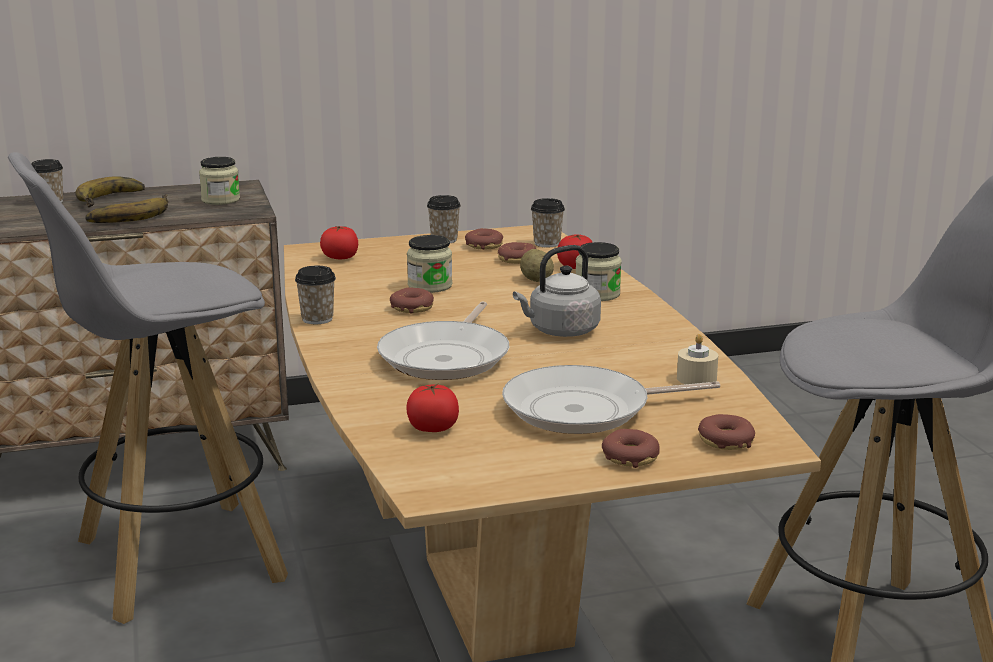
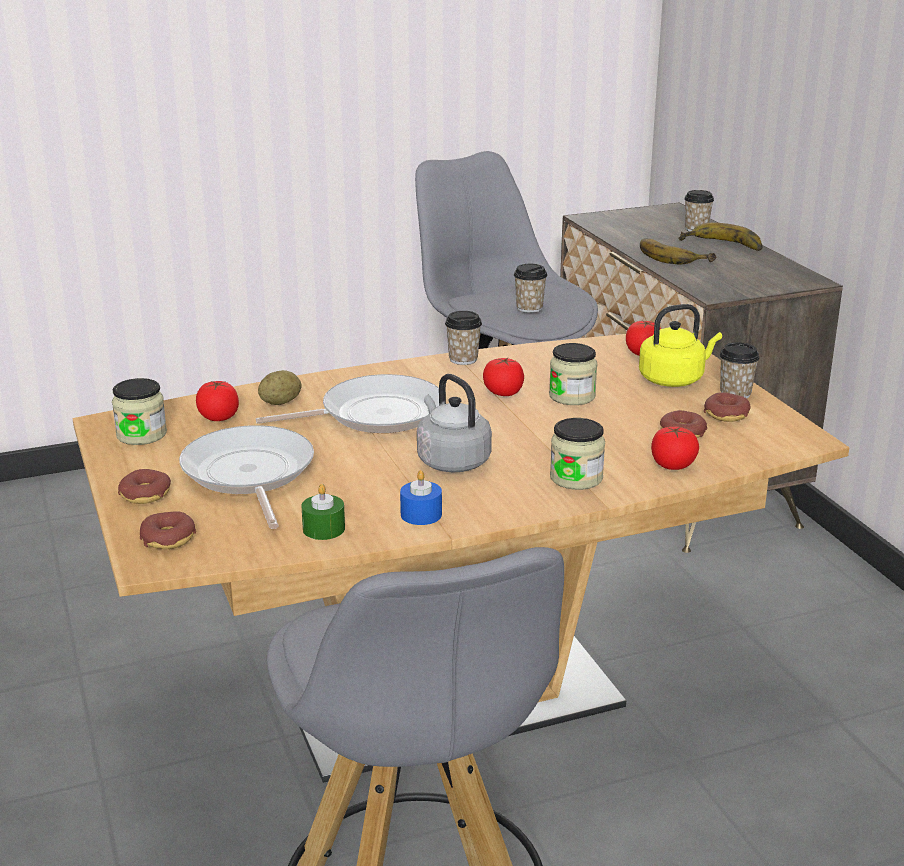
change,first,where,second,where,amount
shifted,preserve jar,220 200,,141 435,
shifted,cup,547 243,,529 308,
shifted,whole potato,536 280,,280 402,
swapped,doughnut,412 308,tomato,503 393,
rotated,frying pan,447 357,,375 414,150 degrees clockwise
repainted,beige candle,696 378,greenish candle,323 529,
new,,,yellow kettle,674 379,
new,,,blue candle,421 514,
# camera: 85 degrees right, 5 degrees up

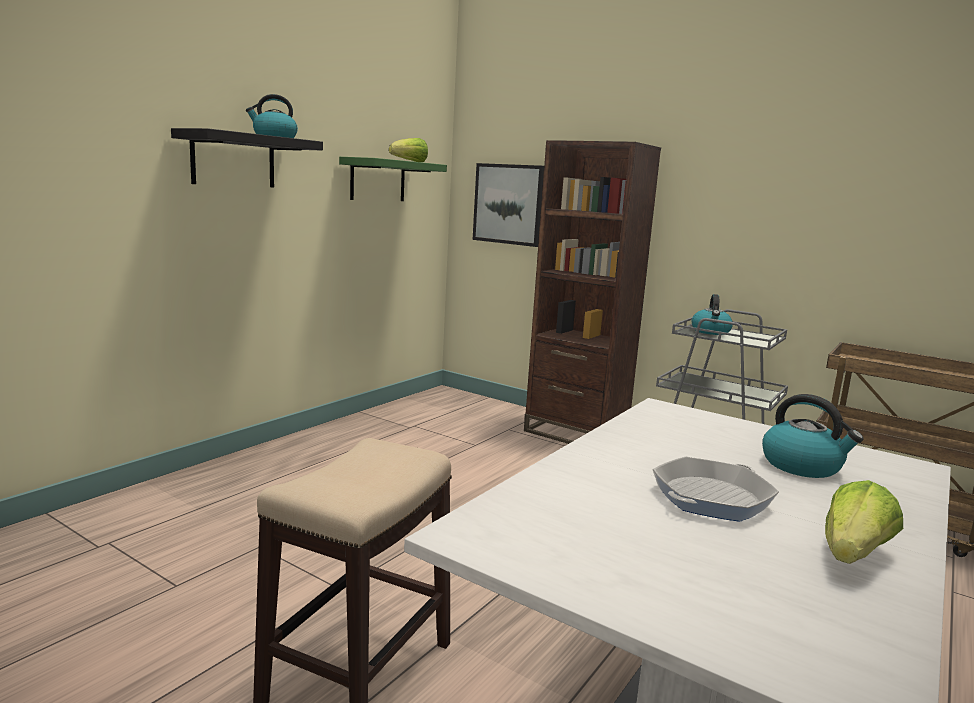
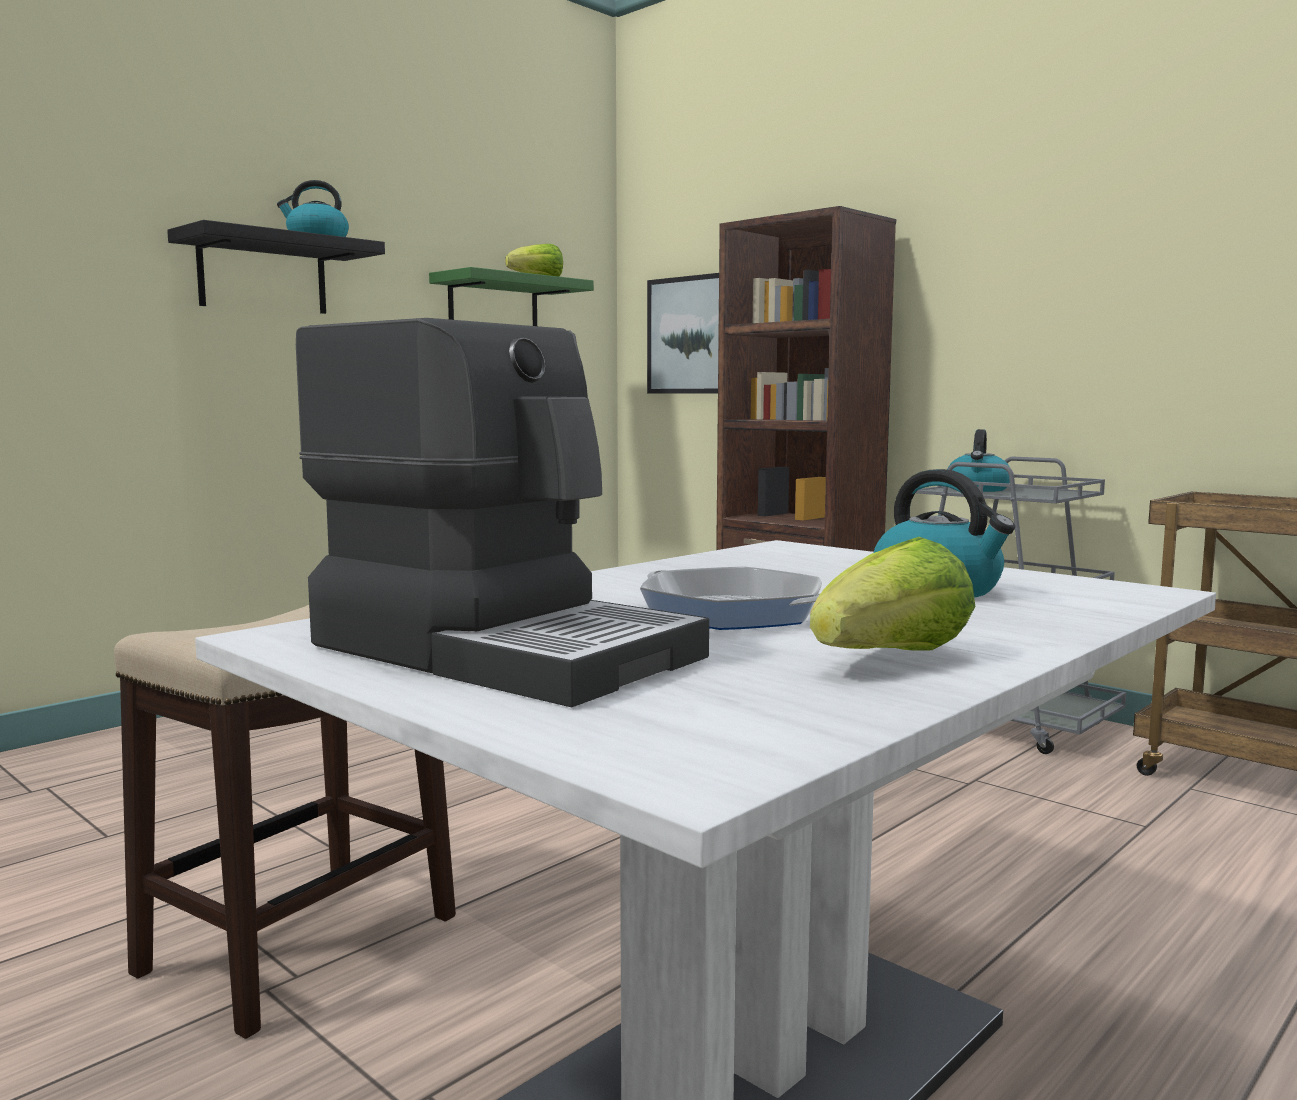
change,first,where,second,where,amount
rotated,frying pan,711 497,,732 612,105 degrees counterclockwise
new,,,coffee machine,505 650,
# camera: 10 degrees right, 5 degrees down

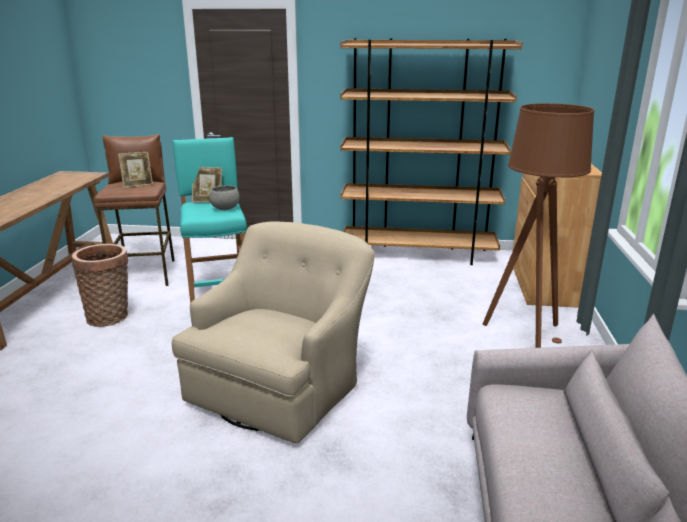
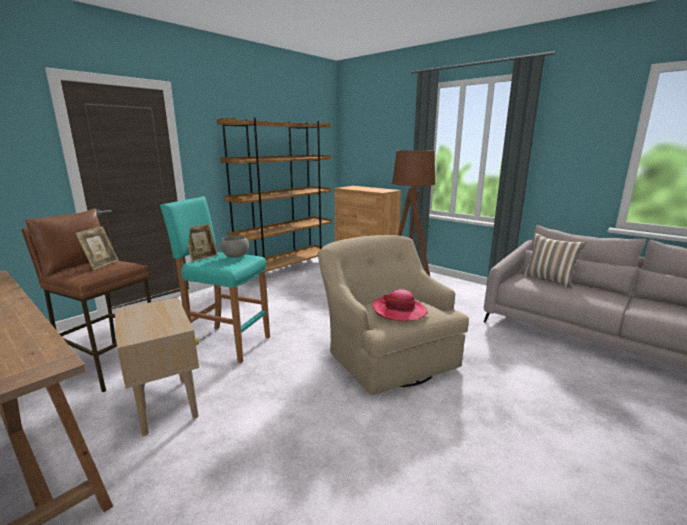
change,first,where,second,where,amount
swapped,storage basket,110 316,beige side table,166 404,
new,,,cushion,549 280,
new,,,wearable hat,399 311,
# camera: 55 degrees left, 5 degrees down

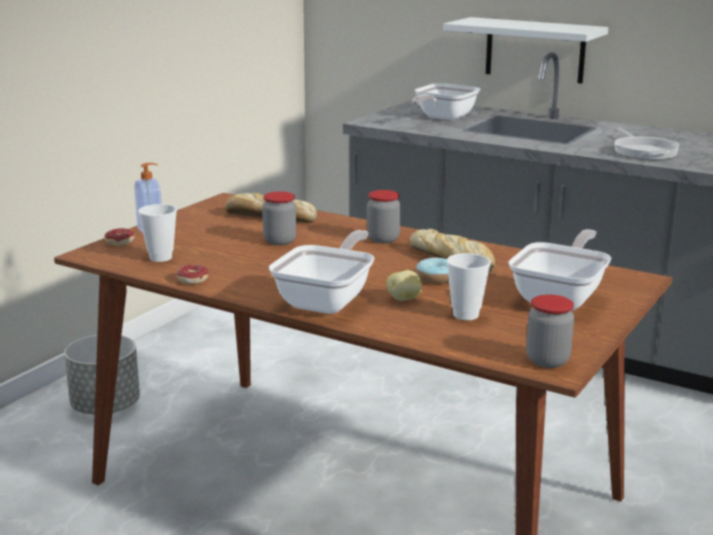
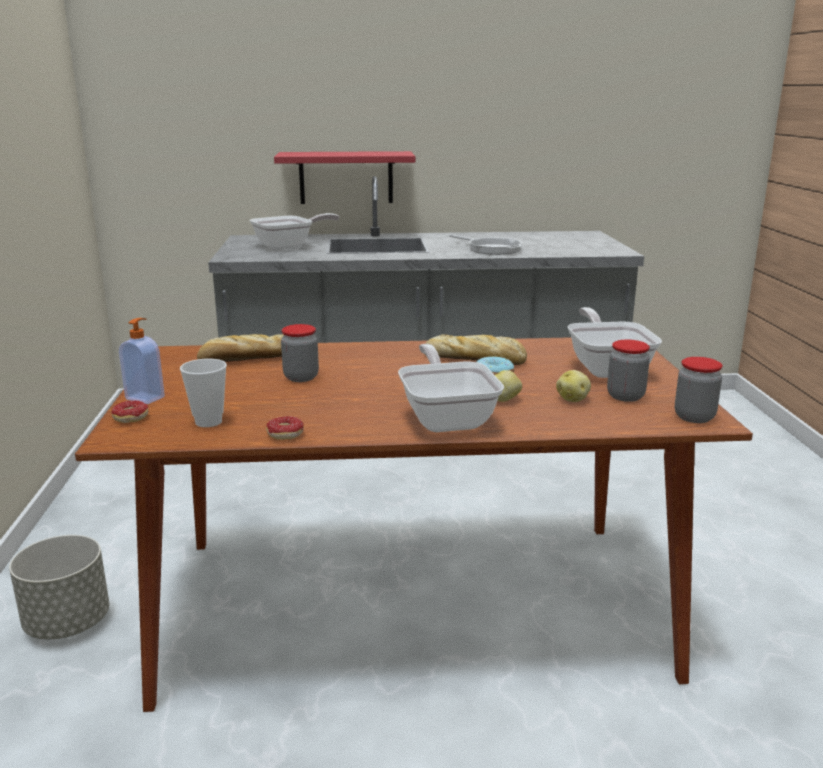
change,first,where,second,where,amount
repainted,white bracket shelf,535 50,red-coloured bracket shelf,346 177,
rotated,frying pan,442 118,,289 246,120 degrees counterclockwise
shifted,preserve jar,383 239,,625 396,
swapped,cup,465 315,whole potato,573 399,
# camera: 35 degrees left, 0 degrees up

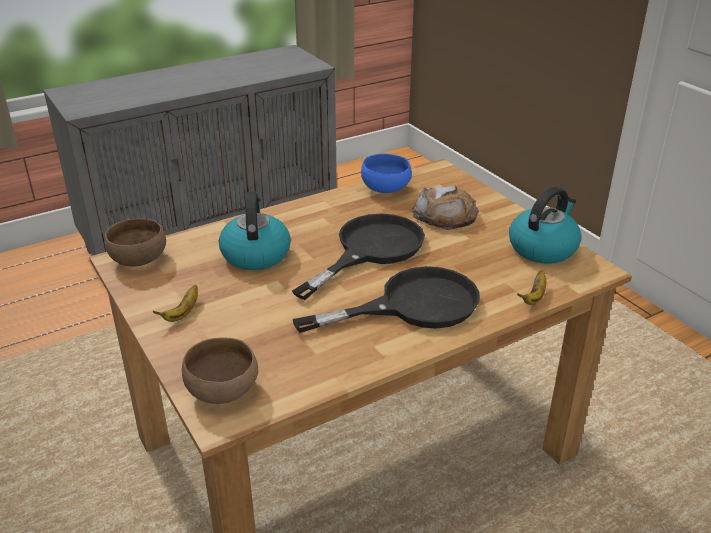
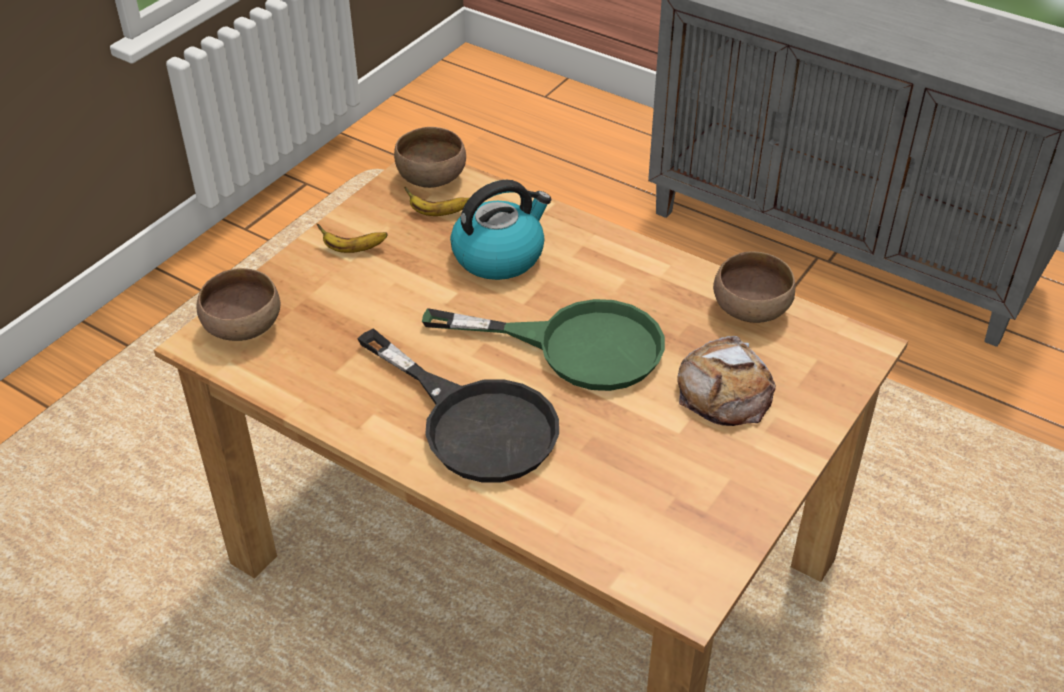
change,first,where,second,where,amount
repainted,blue deep dish,386 189,brown deep dish,752 311,
gone,kettle,543 248,,,
repainted,blackish frying pan,370 250,greenish frying pan,576 346,
shifted,banana fruit,534 297,,438 213,
# camera: 65 degrees right, 10 degrees up

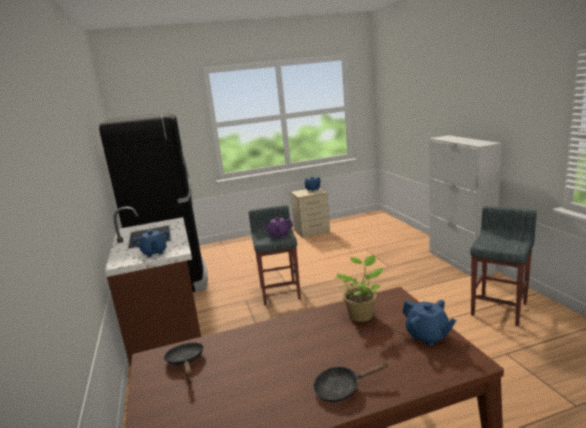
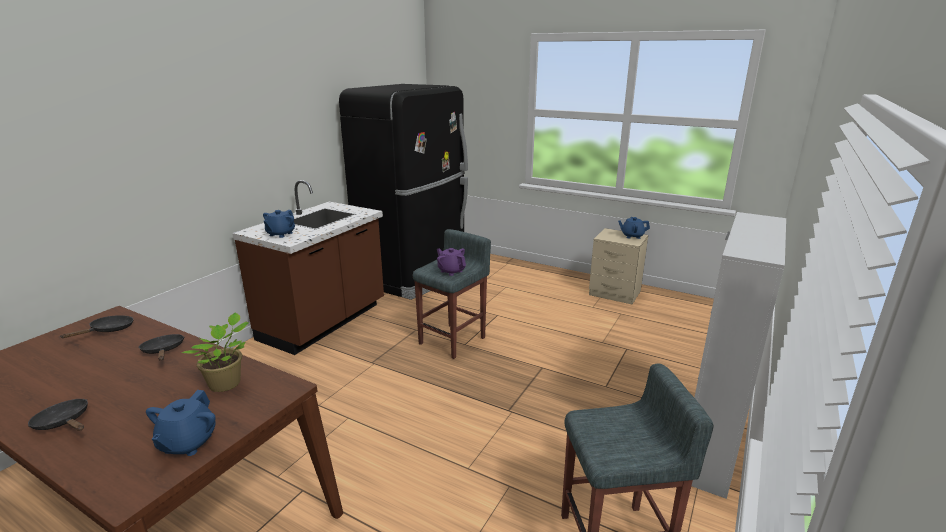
change,first,where,second,where,amount
new,,,blackish frying pan,163 351,
# camera: 45 degrees right, 5 degrees up

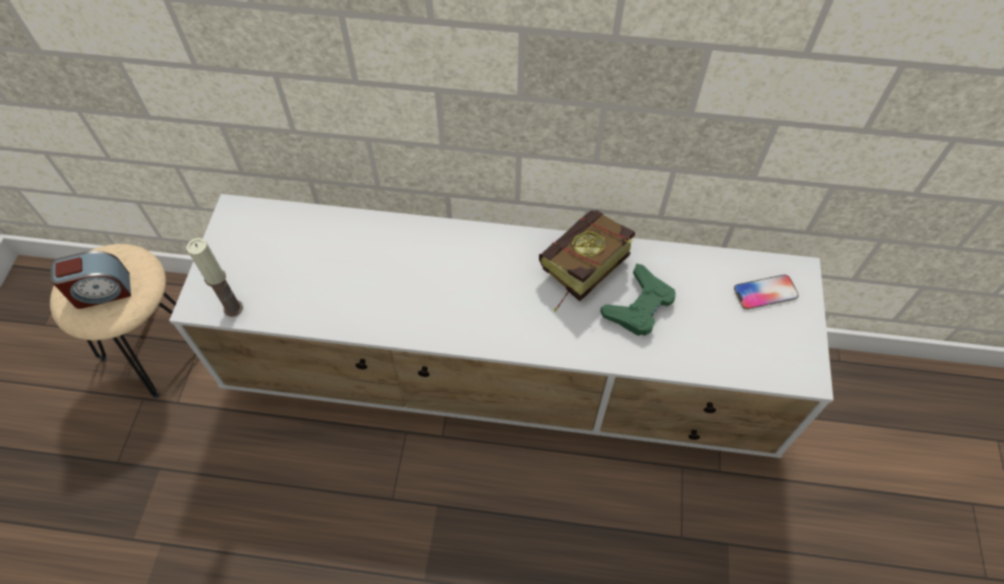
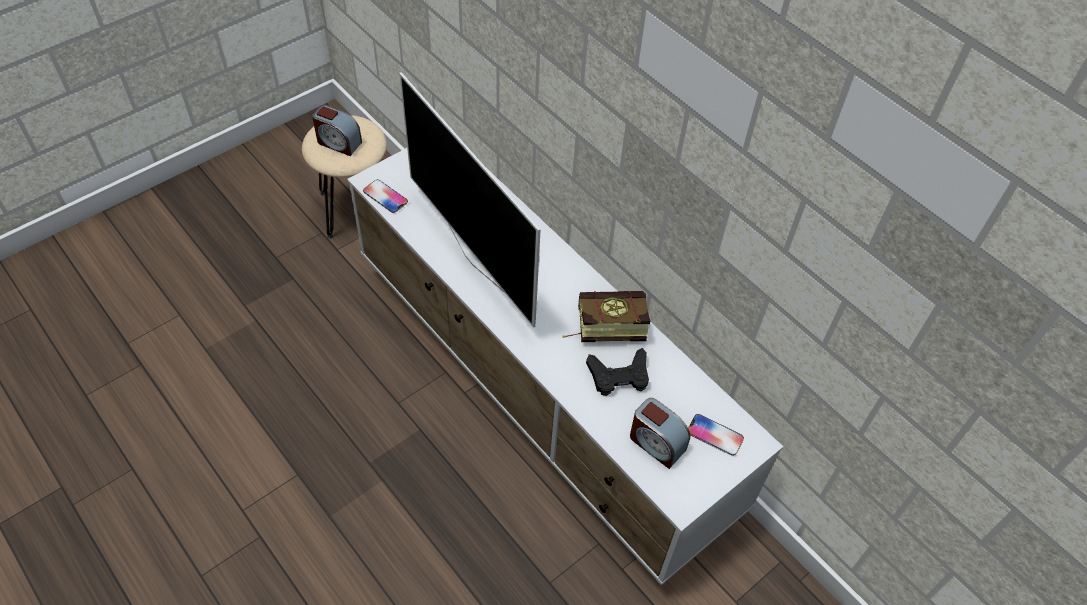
change,first,where,second,where,amount
swapped,candle,233 308,telephone,385 196,
repainted,greenish game controller,639 306,blackish game controller,619 376,
new,,,TV set,478 256,
new,,,table clock,656 443,
# camera: 40 degrees right, 5 degrees down

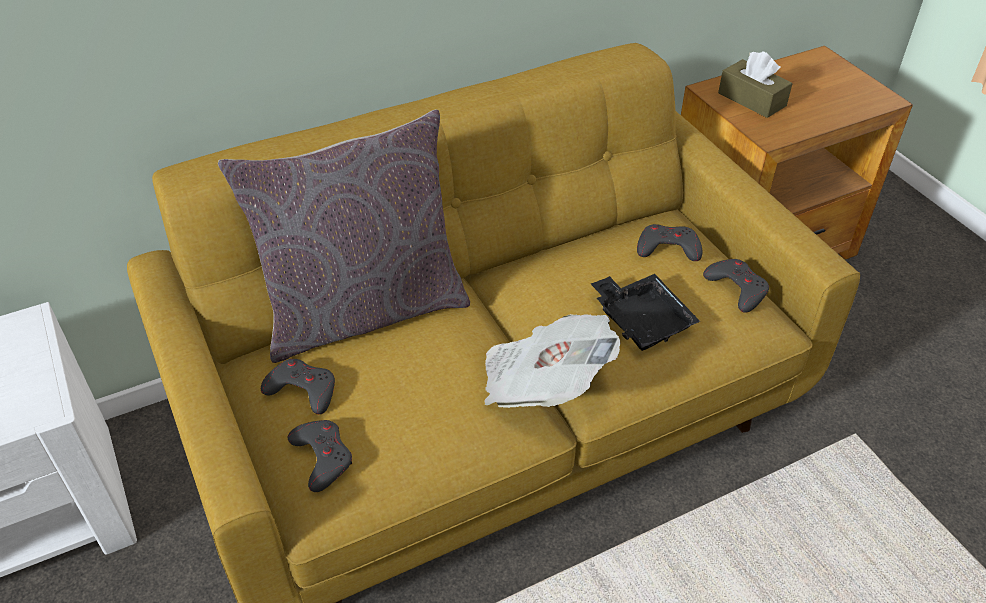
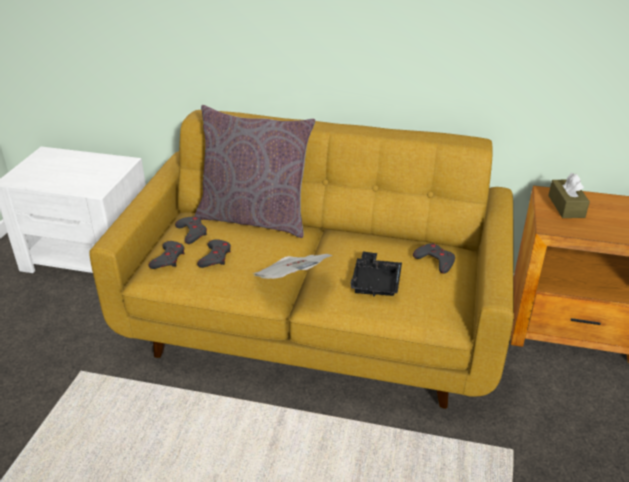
change,first,where,second,where,amount
shifted,gray game controller,737 288,,215 257,
# camera: 40 degrees right, 10 degrees down

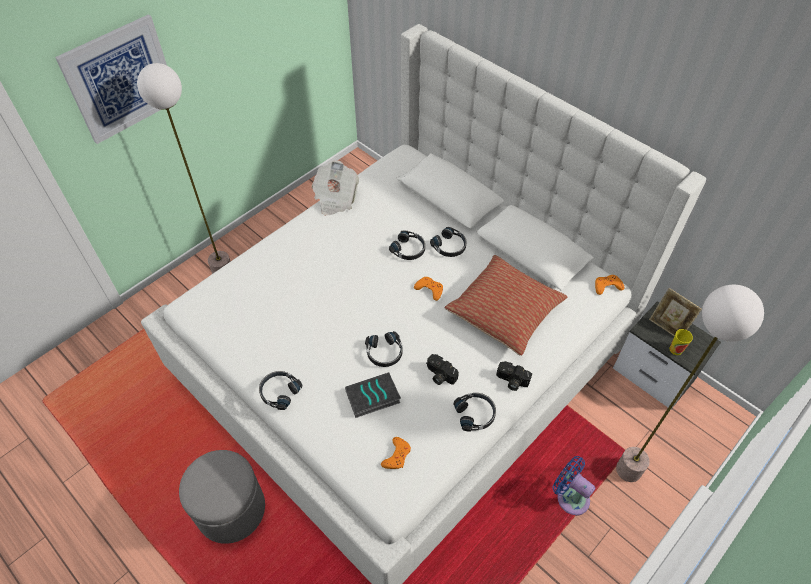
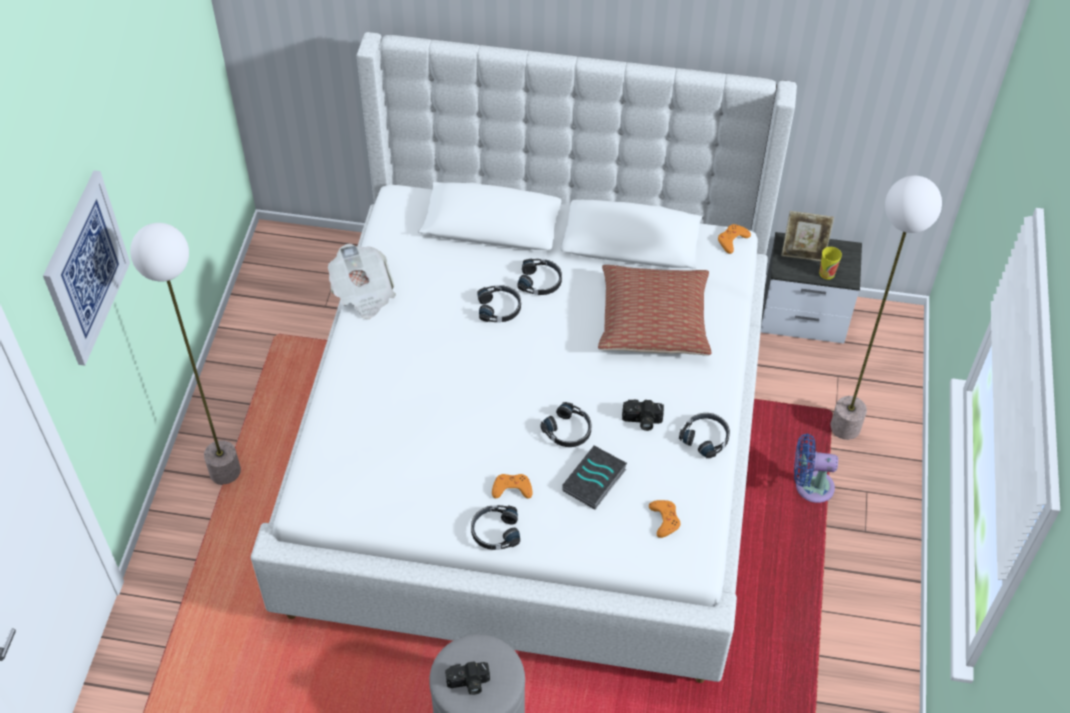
change,first,where,second,where,amount
shifted,orange game controller,429 289,,512 489,
shifted,still camera,511 381,,468 684,
# camera: 35 degrees left, 0 degrees up

